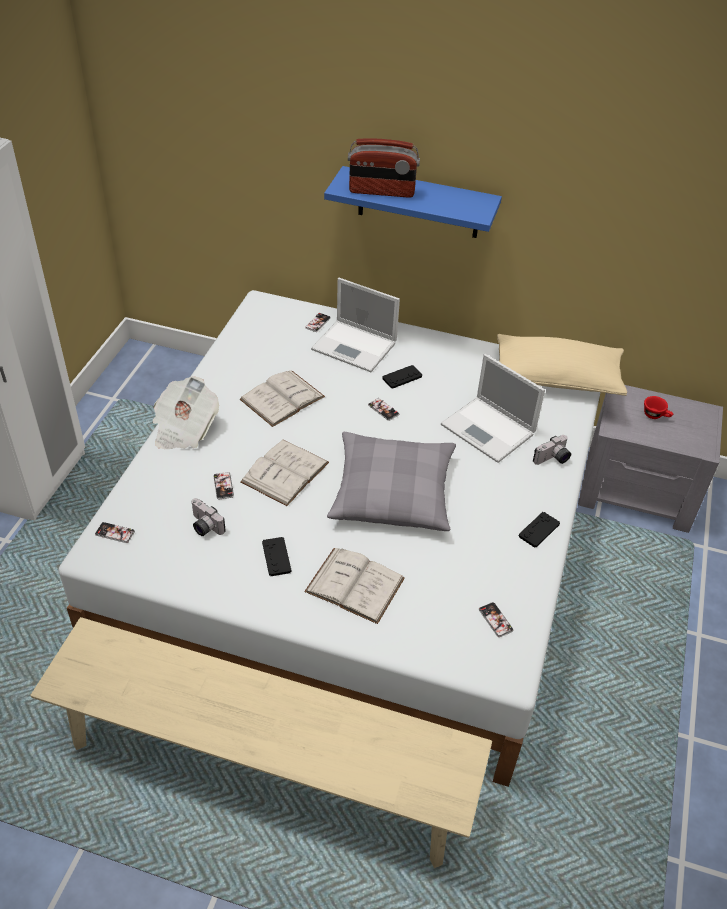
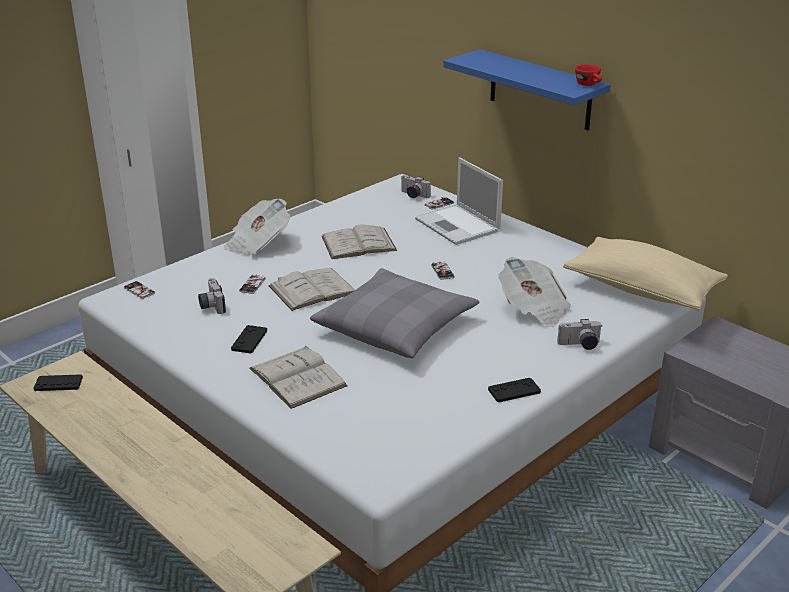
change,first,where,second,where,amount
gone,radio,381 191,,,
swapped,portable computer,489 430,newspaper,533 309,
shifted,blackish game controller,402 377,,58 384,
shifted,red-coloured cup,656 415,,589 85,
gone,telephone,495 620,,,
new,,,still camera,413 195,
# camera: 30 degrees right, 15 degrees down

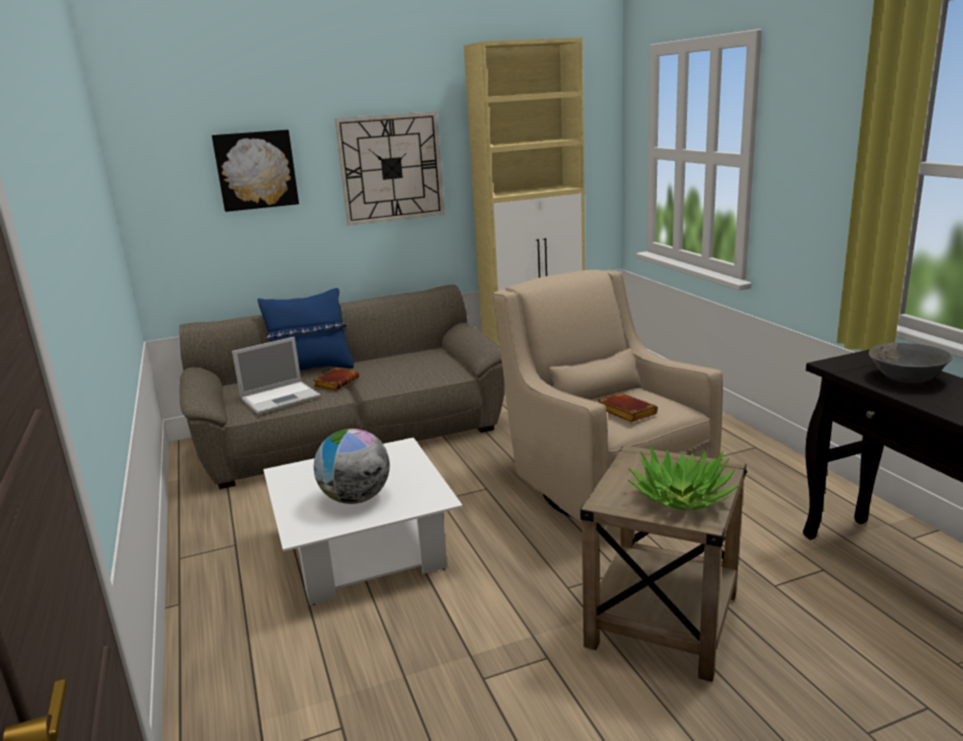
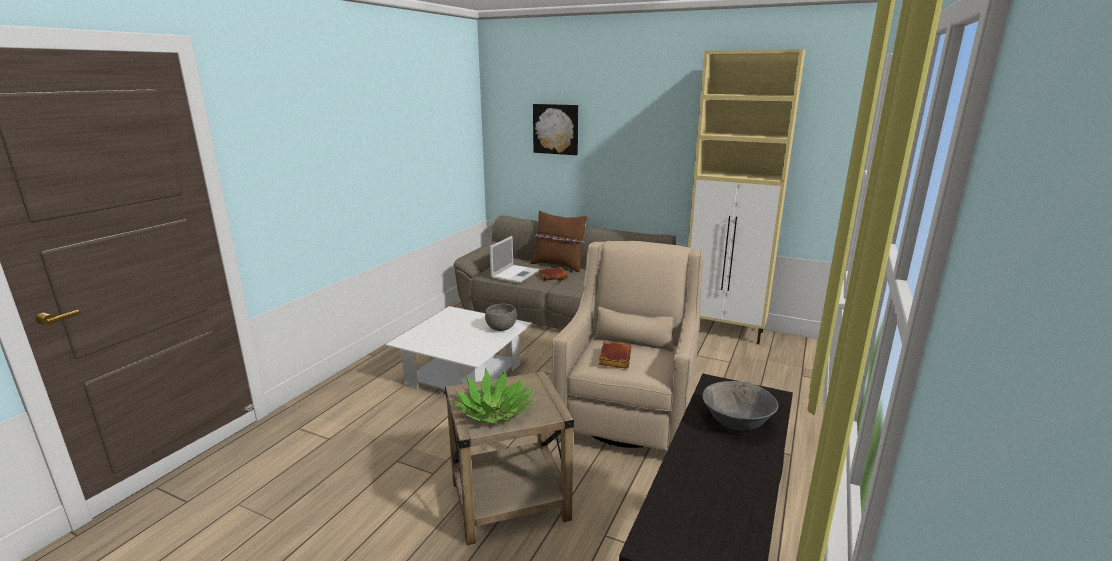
change,first,where,second,where,amount
gone,hanging clock,391 168,,,
repainted,blue cushion,311 370,brown cushion,558 265,
rotated,portable computer,281 397,,515 274,75 degrees counterclockwise
gone,globe,356 498,,,
new,,,gray deep dish,501 328,
# camera: 45 degrees right, 0 degrees up

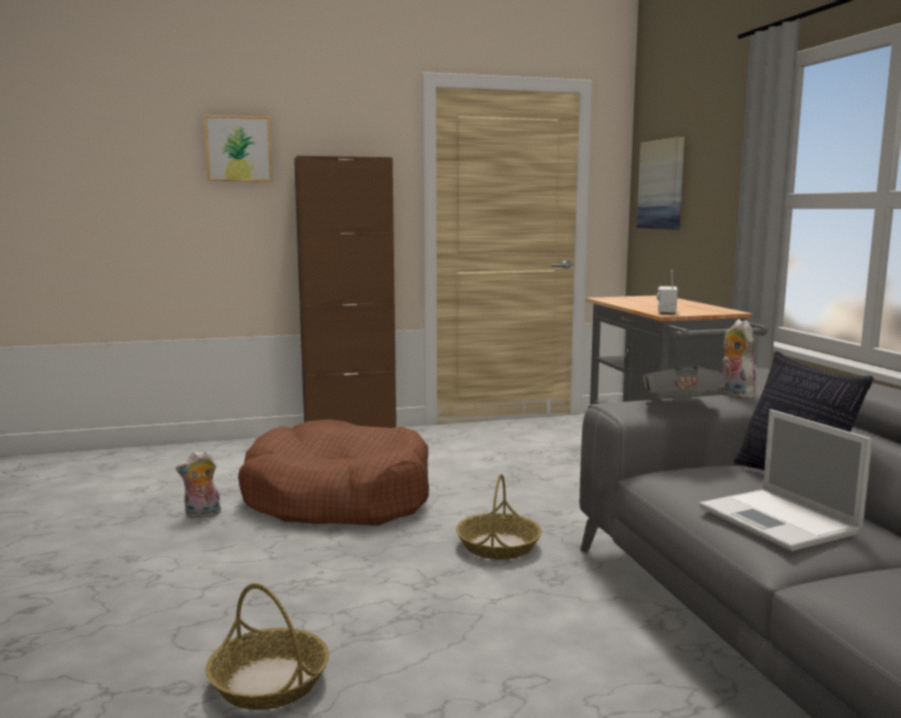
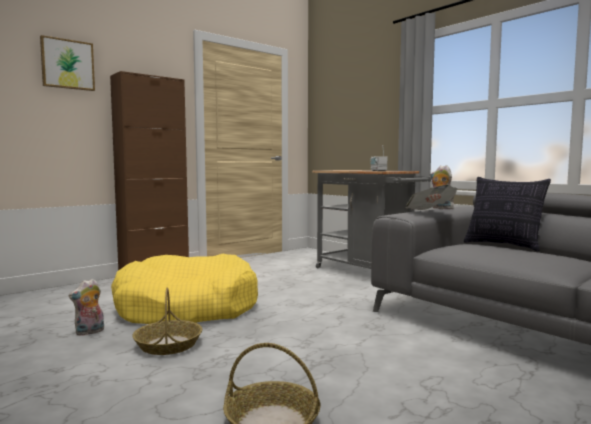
change,first,where,second,where,amount
gone,wall picture,662 184,,,
gone,portable computer,780 520,,,
repainted,brown dog bed,338 498,yellow dog bed,187 308,
shifted,storage basket,498 545,,168 344,
# camera: 25 degrees left, 5 degrees down

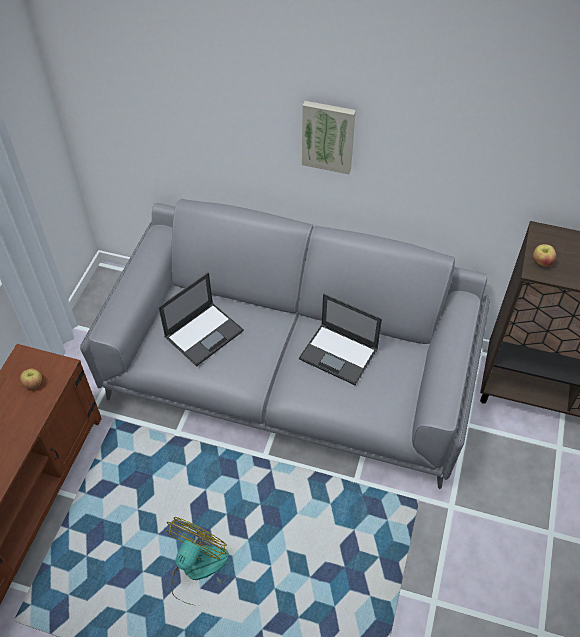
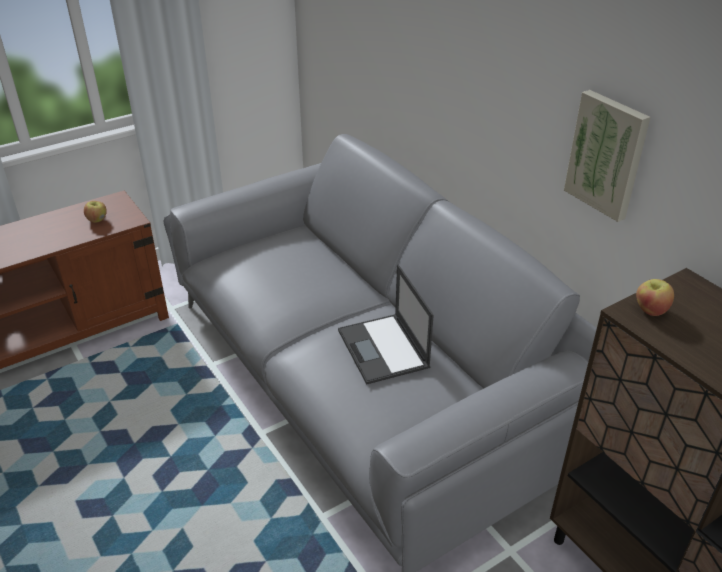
change,first,where,second,where,amount
shifted,wall picture,328 136,,607 155,
gone,portable computer,204 333,,,
gone,electric fan,199 572,,,
# camera: 40 degrees right, 15 degrees down

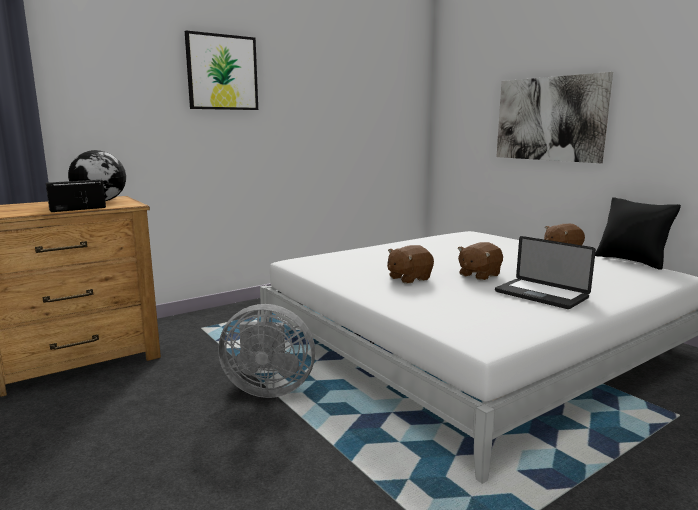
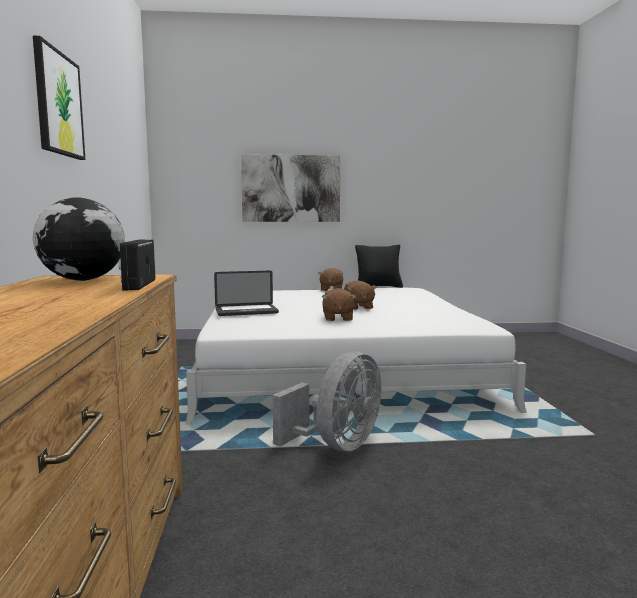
change,first,where,second,where,amount
shifted,portable computer,541 295,,246 311,
# camera: 60 degrees left, 5 degrees down

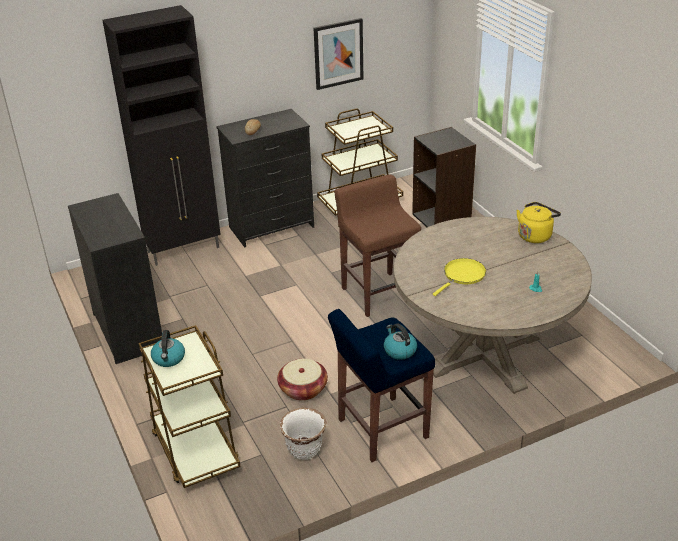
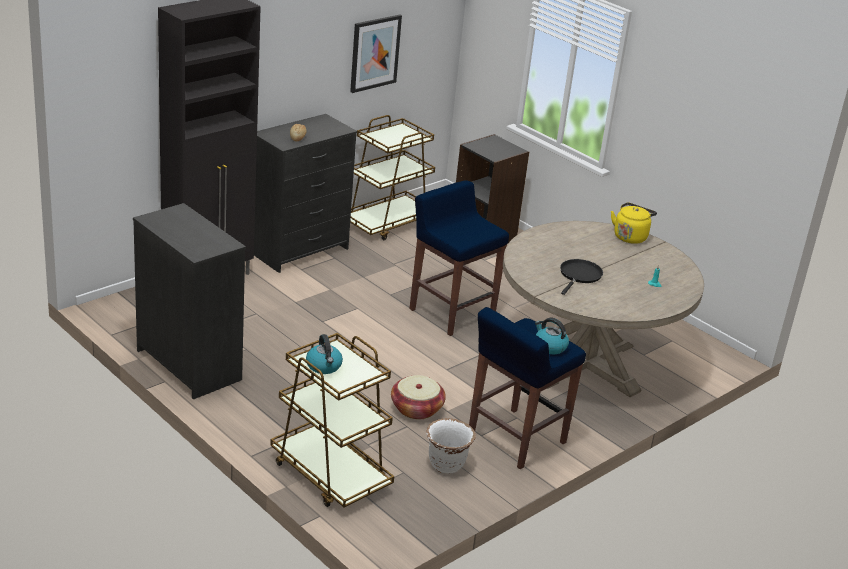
change,first,where,second,where,amount
repainted,brown stool seat,378 293,blue stool seat,451 312,
repainted,yellow frying pan,462 276,blackish frying pan,579 276,
# camera: 20 degrees left, 5 degrees down

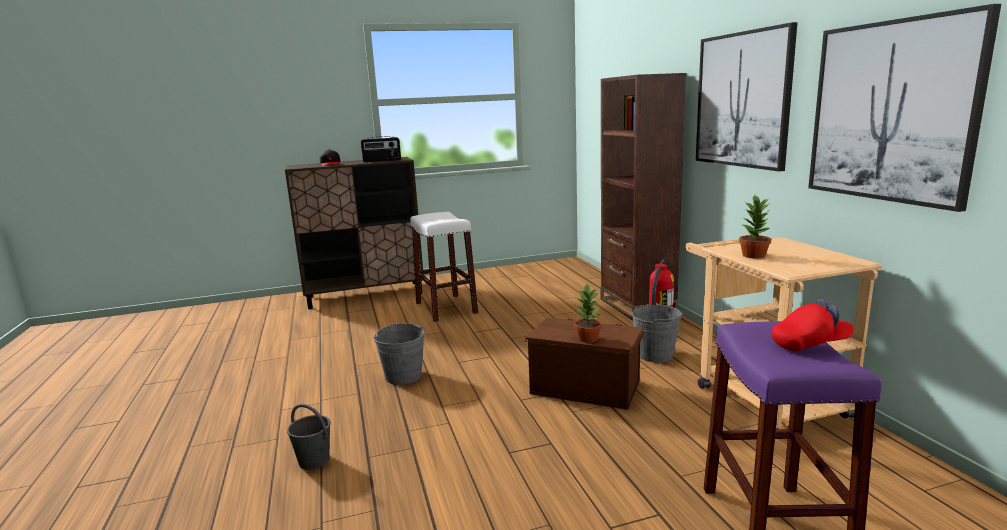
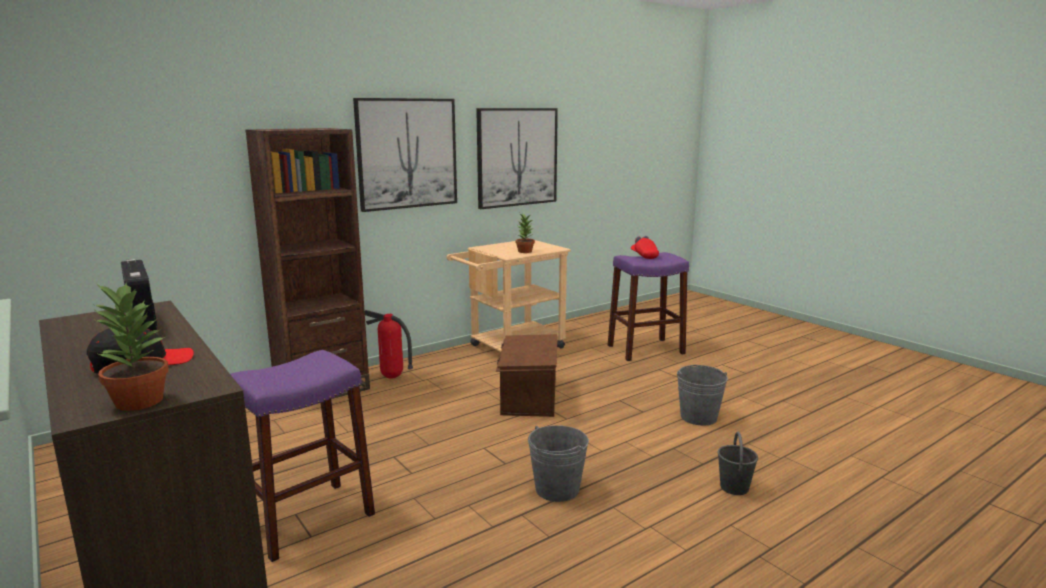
change,first,where,second,where,amount
repainted,white stool seat,446 308,purple stool seat,307 519,
shifted,houseplant,588 338,,139 401,
shifted,gray bucket,655 354,,698 417,
# camera: 110 degrees left, 0 degrees up

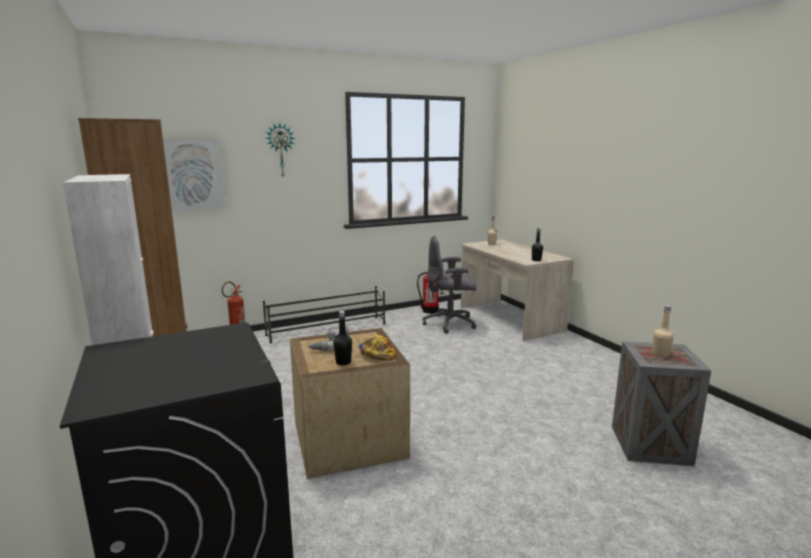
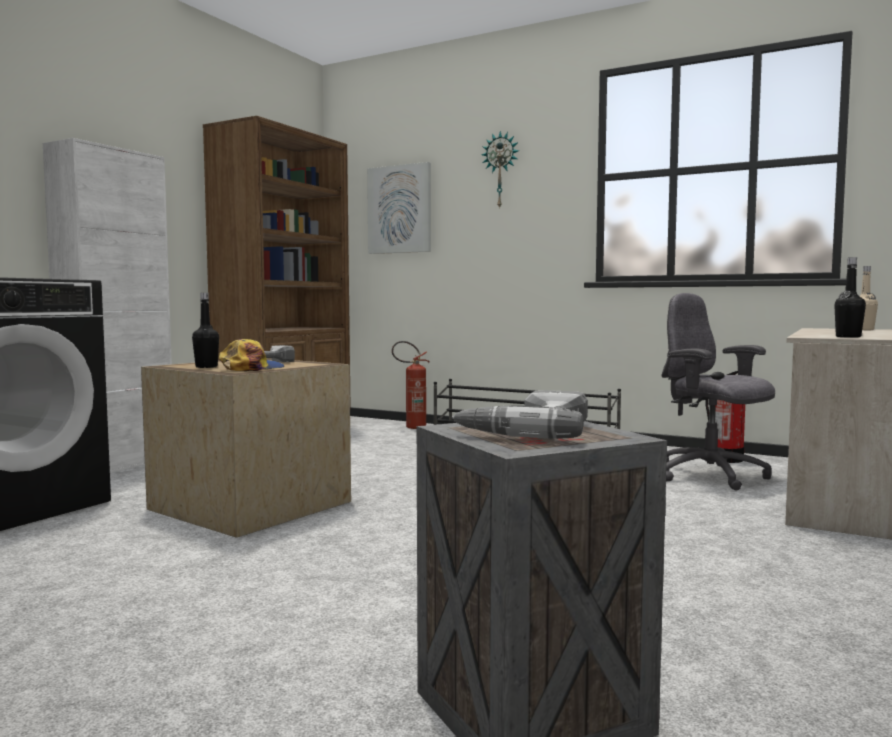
change,first,where,second,where,amount
swapped,beige drink bottle,660 355,drill,526 430,
# camera: 55 degrees right, 10 degrees down

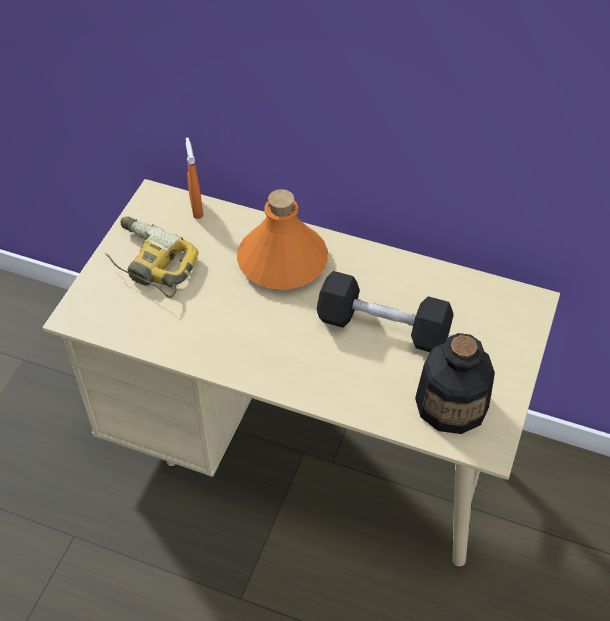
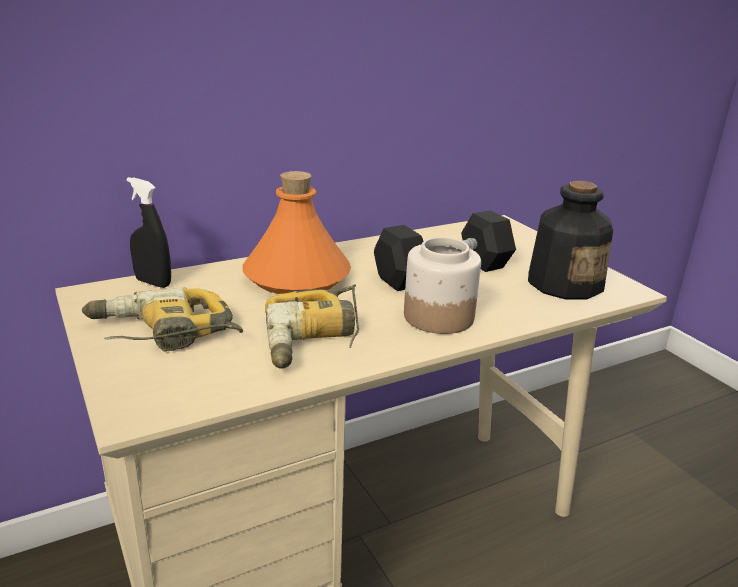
change,first,where,second,where,amount
repainted,orange spray bottle,196 209,blackish spray bottle,153 283,
new,,,preserve jar,437 317,
new,,,drill,315 338,
# camera: 50 degrees left, 25 degrees down

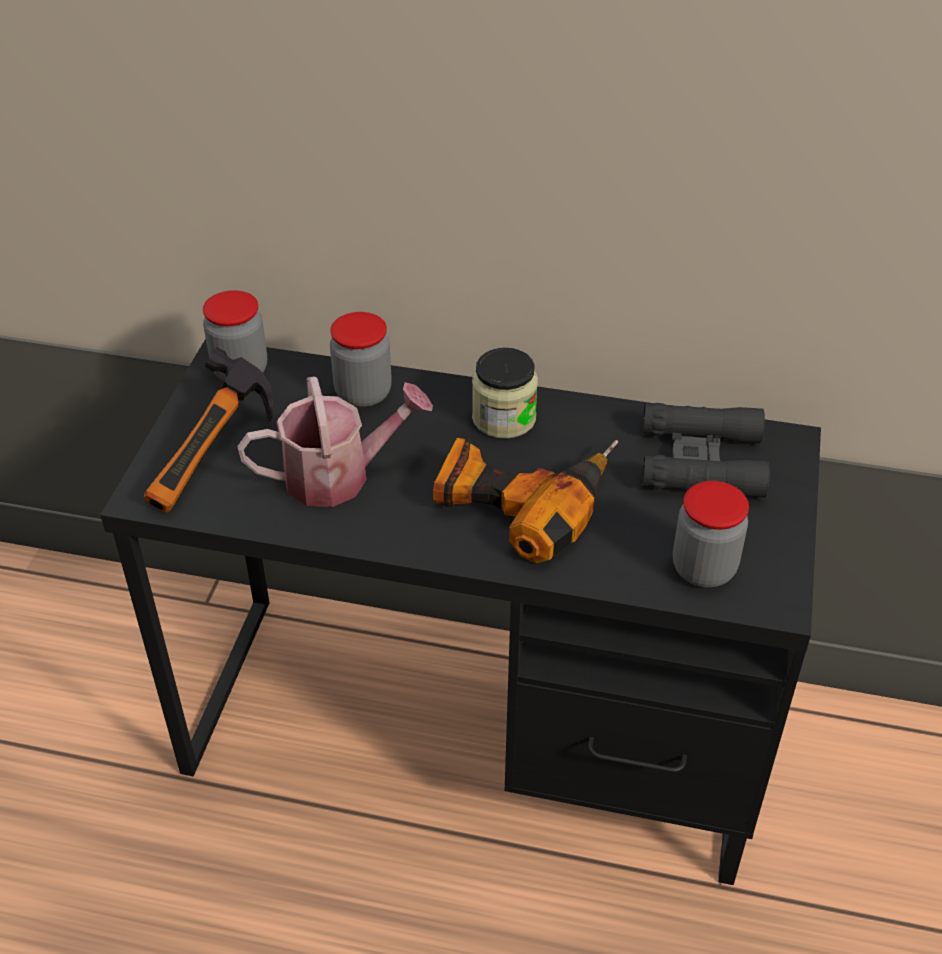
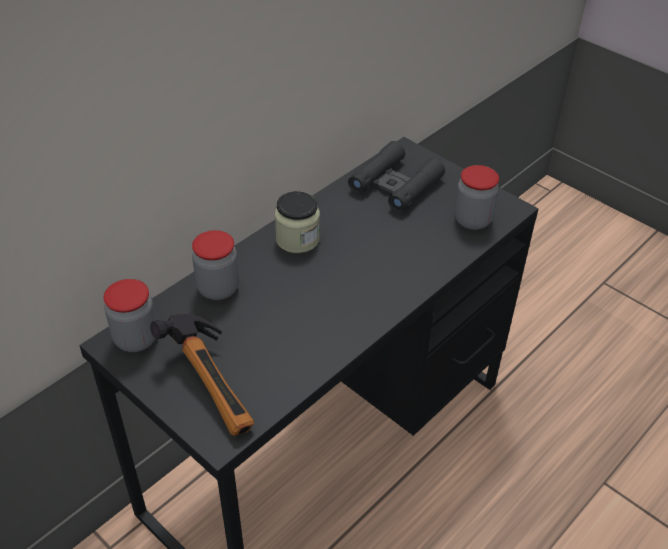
change,first,where,second,where,amount
gone,sprinkling can,339 475,,,
gone,drill,521 498,,,
# camera: 60 degrees left, 0 degrees up

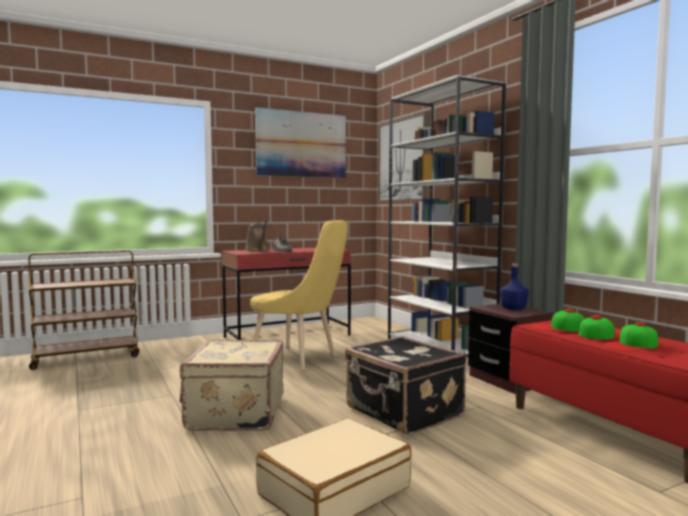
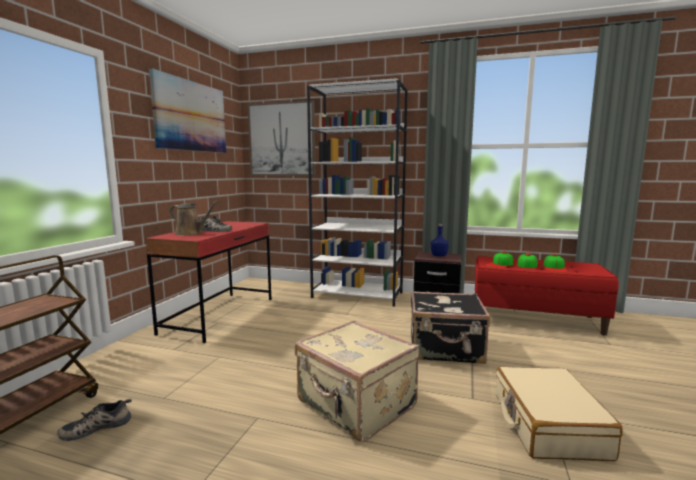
change,first,where,second,where,amount
gone,yellow plain chair,299 359,,,
new,,,item of footwear,97 427,
# camera: 45 degrees left, 5 degrees up

